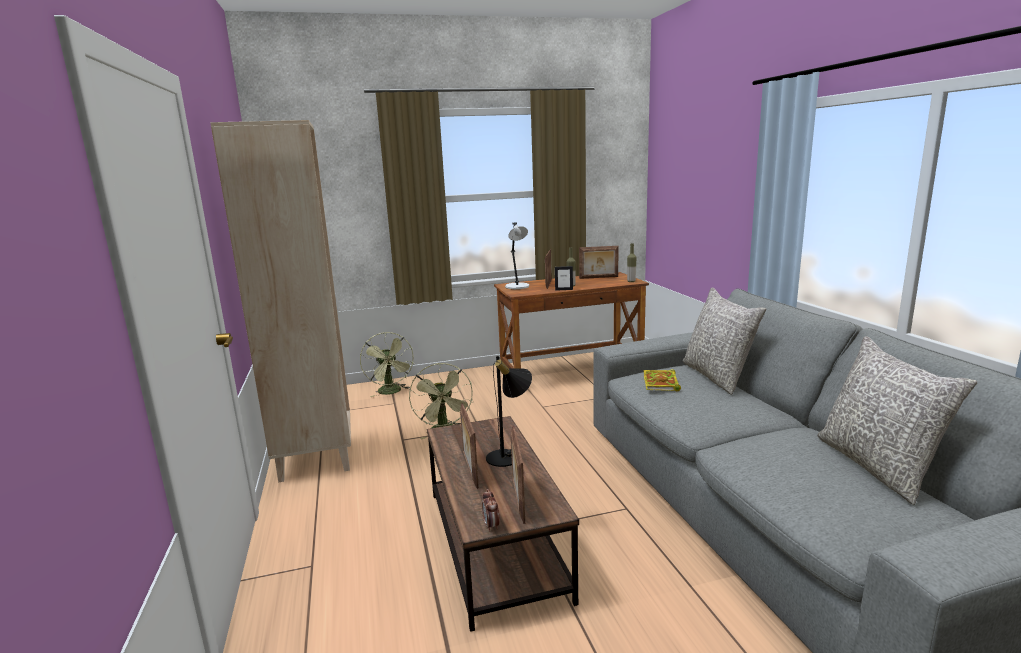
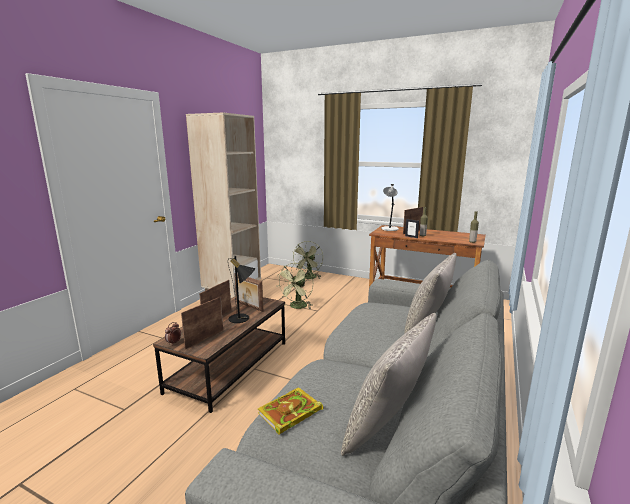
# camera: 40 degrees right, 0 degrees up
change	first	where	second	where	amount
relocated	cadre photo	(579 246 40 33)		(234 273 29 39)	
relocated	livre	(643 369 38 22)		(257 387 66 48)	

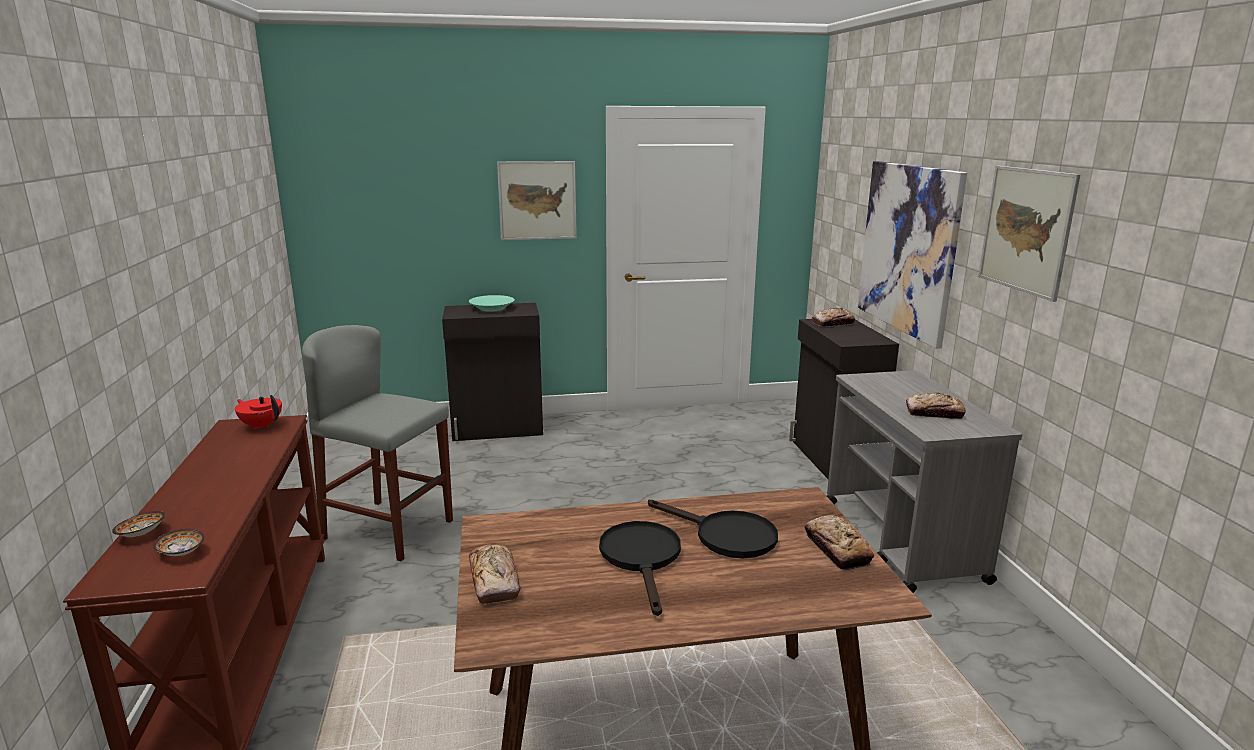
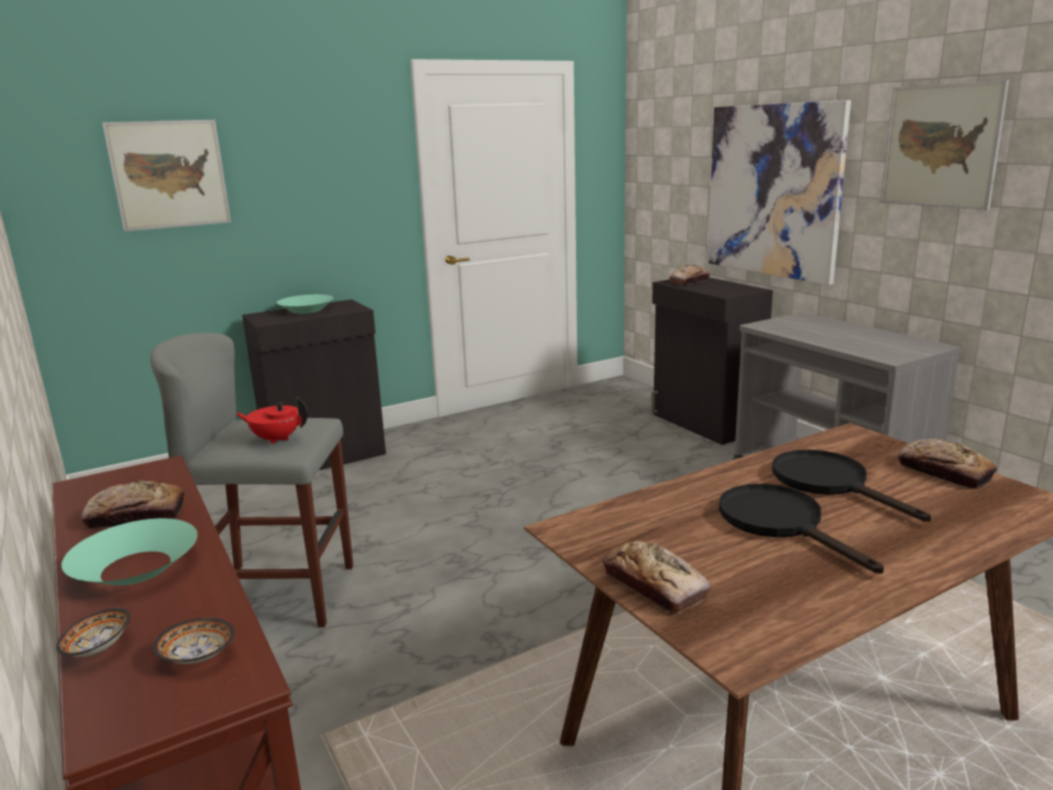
# camera: 20 degrees left, 0 degrees up
change	first	where	second	where	amount
appeared			bol (turquoise)	(62 518 136 68)	
relocated	théière (rouge)	(235 395 47 35)		(235 397 73 47)	
relocated	tableau	(497 161 80 79)		(102 120 129 112)	
relocated	pain	(906 393 60 26)		(81 481 104 48)	
spun	poêle (noir)	(648 500 130 58)		(772 450 159 72)	135 degrees counterclockwise

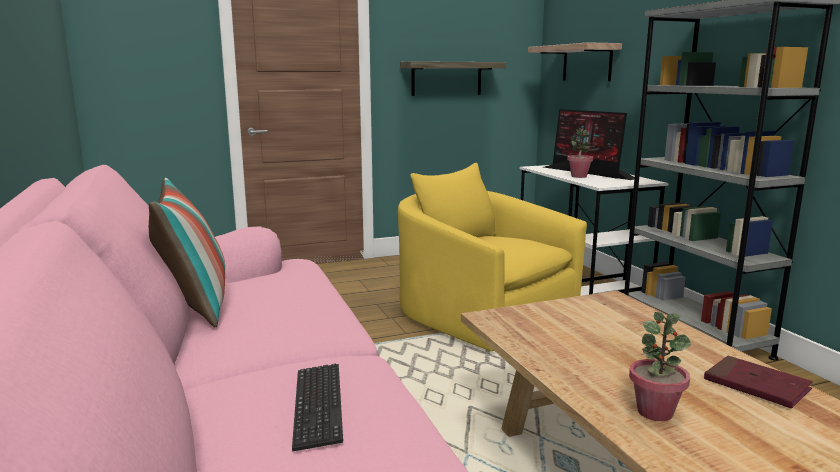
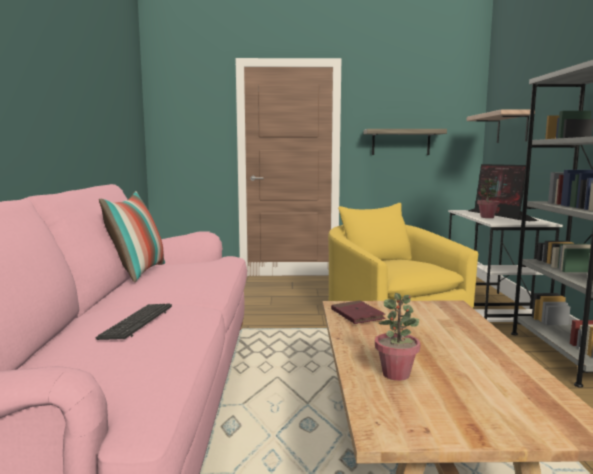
# camera: 20 degrees right, 5 degrees down
change	first	where	second	where	amount
relocated	livre (rouge)	(704 356 109 52)		(331 300 55 24)	

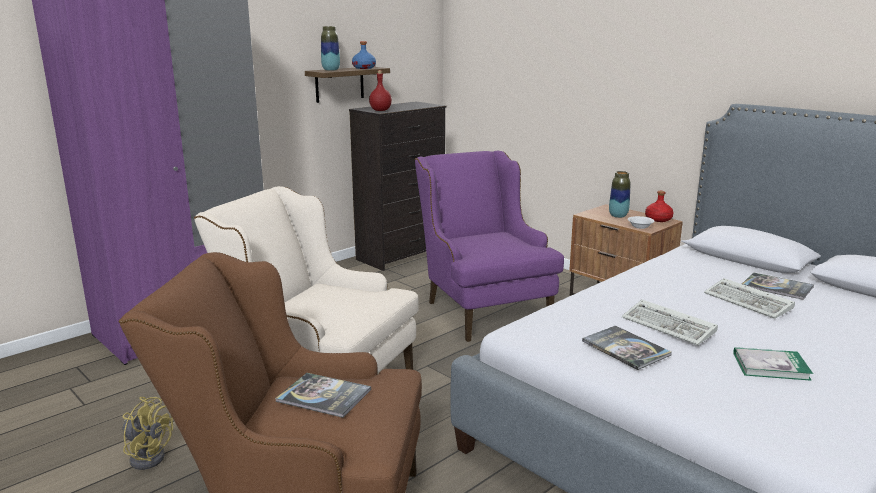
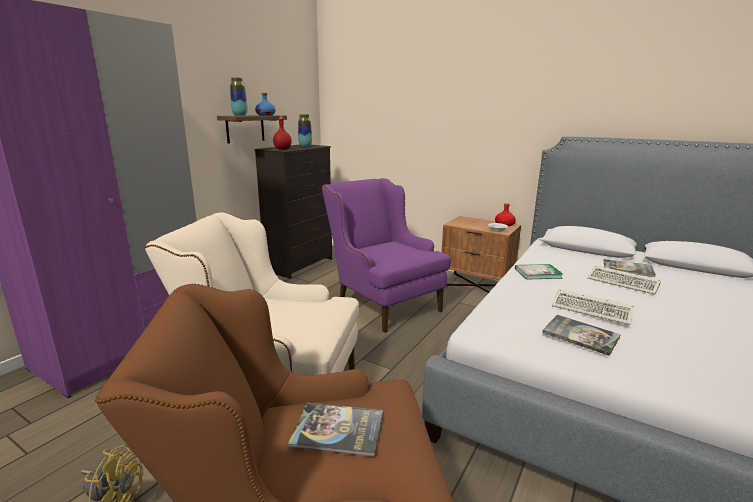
# camera: 15 degrees left, 0 degrees up
change	first	where	second	where	amount
relocated	vase	(609 171 22 47)		(298 114 14 33)	
relocated	livre	(733 347 80 34)		(515 264 48 16)	

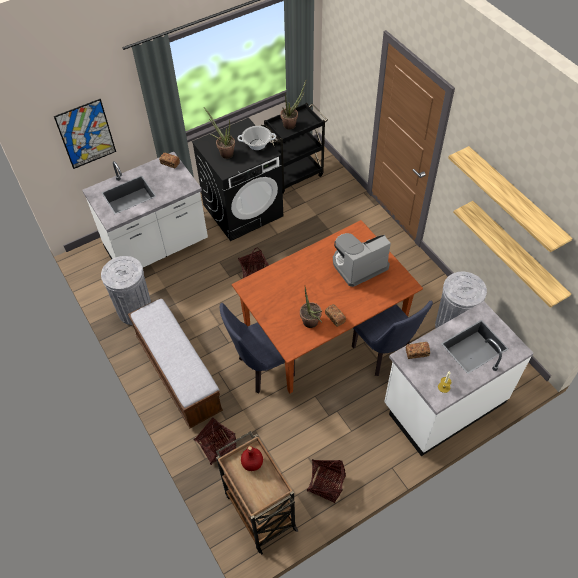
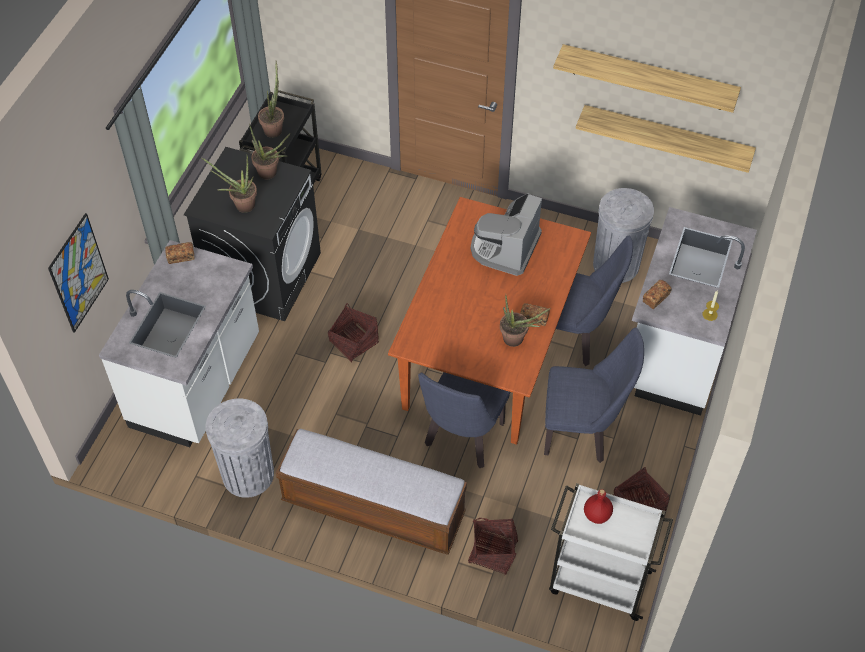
# camera: 40 degrees left, 0 degrees up
change	first	where	second	where	amount
appeared			chaise (bleu)	(544 327 100 136)	
exchanged	marmite	(237 126 39 24)	plante en pot	(249 124 41 55)	
colour	chariot (marron)	(216 431 82 124)	chariot (blanc)	(549 483 124 138)	

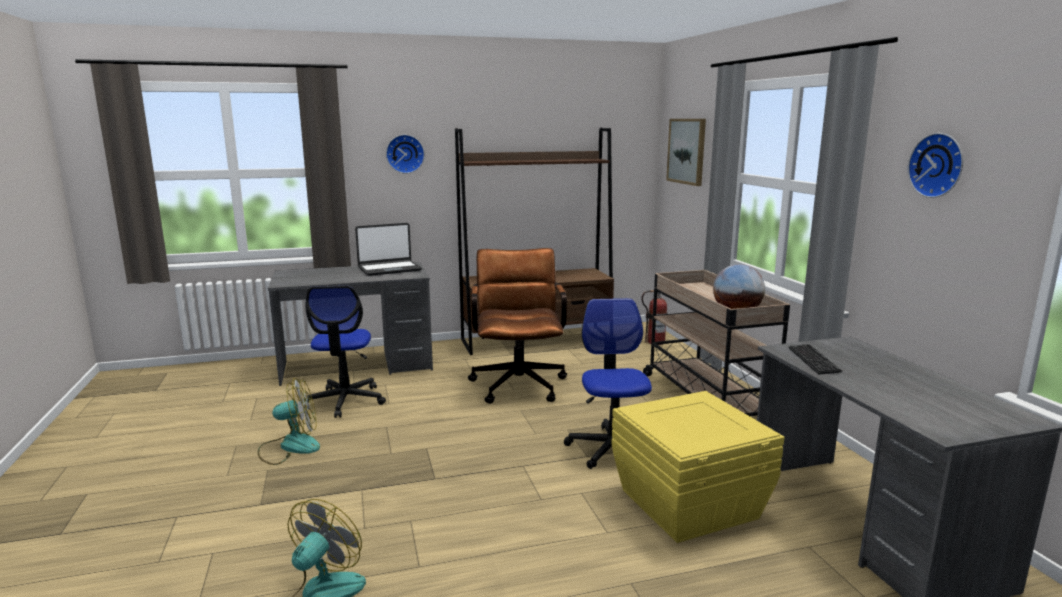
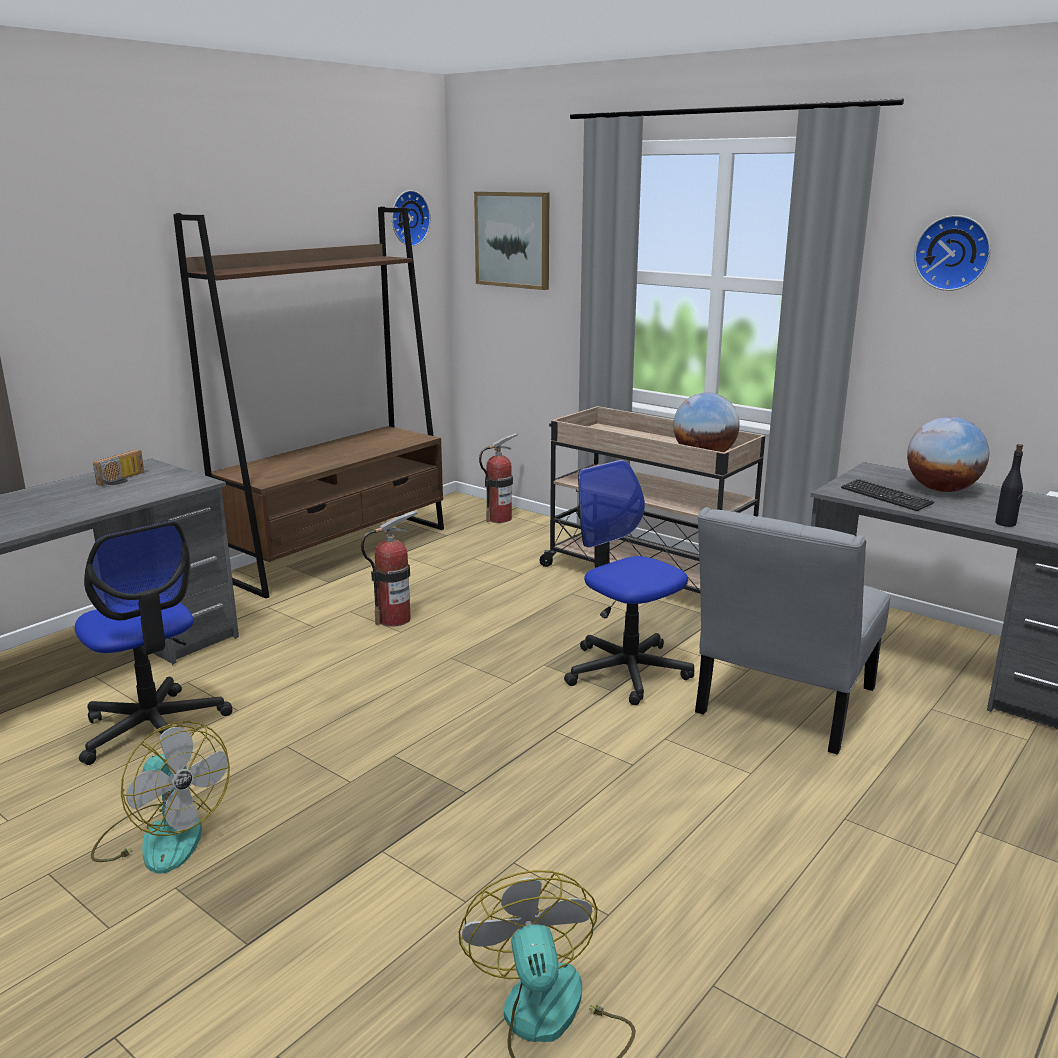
# camera: 35 degrees left, 5 degrees up
change	first	where	second	where	amount
appeared			globe	(907 417 82 75)	
appeared			bouteille (noir)	(995 444 28 83)	
relocated	horloge murale	(386 135 39 39)		(392 190 38 56)	
exchanged	ordinateur portable	(355 223 67 53)	radio	(93 449 51 37)	
exchanged	chaise de bureau (marron)	(468 248 99 156)	extincteur	(361 511 57 116)	
exchanged	boîte de rangement (jaune)	(611 391 173 152)	chaise (gris)	(695 507 195 248)	
spun	ventilateur	(258 378 62 87)		(91 721 139 153)	90 degrees clockwise

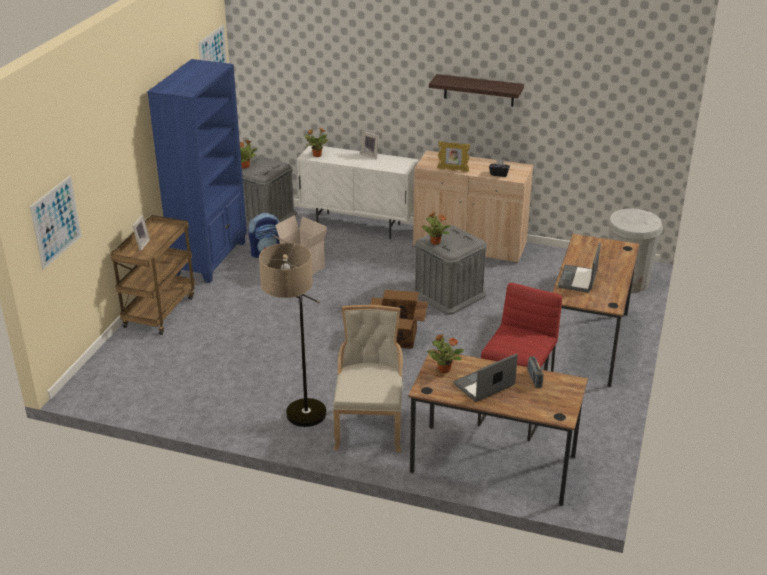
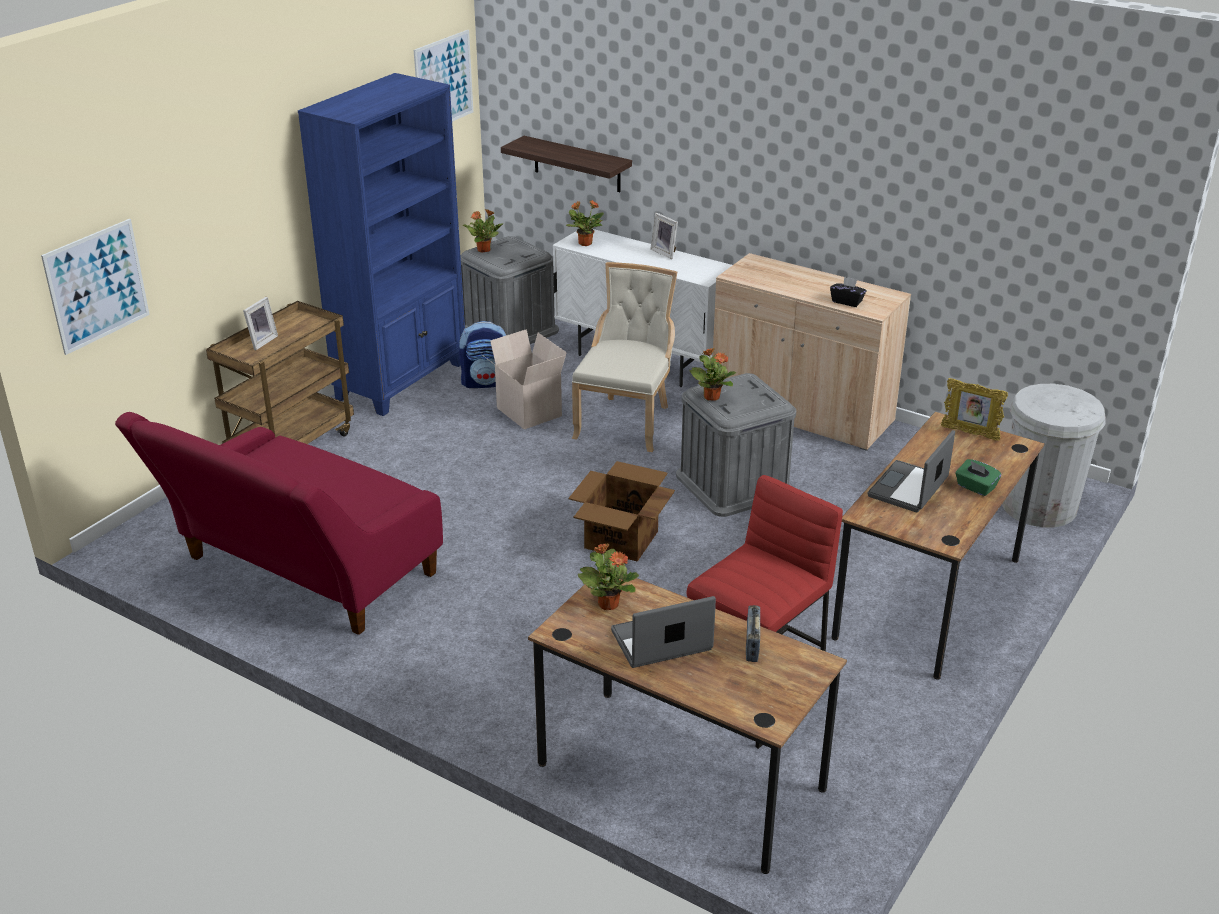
# camera: 15 degrees right, 0 degrees up
change	first	where	second	where	amount
missing	lampadaire	(259 243 67 184)			
appeared			canapé (rouge)	(115 412 328 223)	
appeared			boîte à mouchoirs (vert)	(955 459 46 37)	
relocated	chaise (beige)	(333 305 70 147)		(572 262 105 190)	
relocated	étagère	(429 74 95 33)		(501 136 131 56)	
relocated	cadre photo	(437 141 33 31)		(941 378 67 63)	

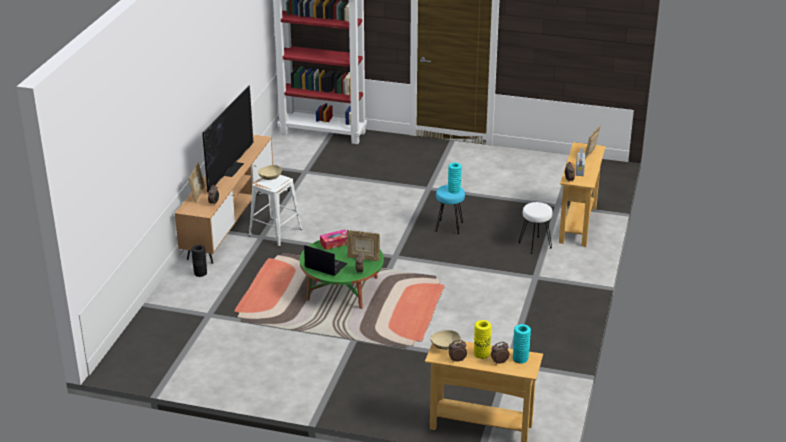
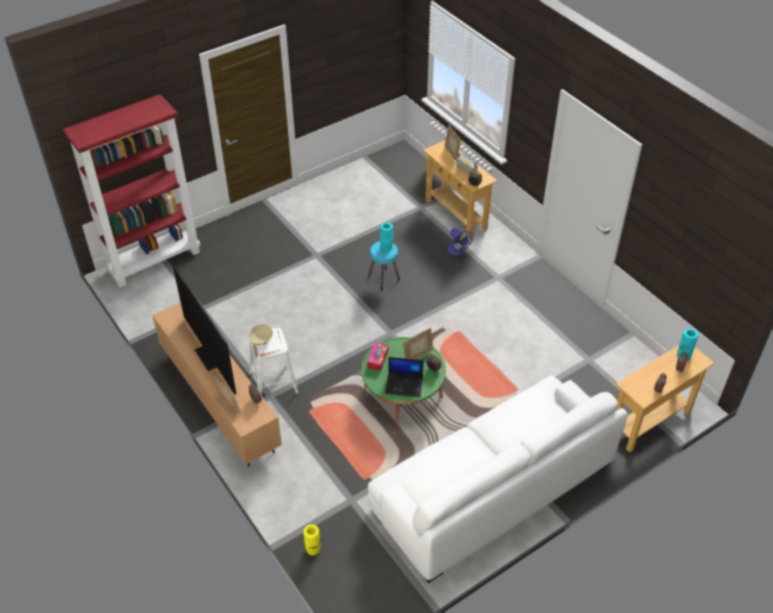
# camera: 50 degrees left, 15 degrees up
change	first	where	second	where	amount
missing	vase (noir)	(191 245 16 32)			
missing	bol (beige)	(431 330 30 20)			
appeared			canapé (blanc)	(367 376 261 207)	
relocated	vase (jaune)	(474 320 17 39)		(303 524 17 31)	
exchanged	tabouret (blanc)	(518 202 35 52)	ventilateur	(447 228 26 28)	
spun	ordinateur portable	(304 245 44 31)		(385 357 39 40)	150 degrees counterclockwise

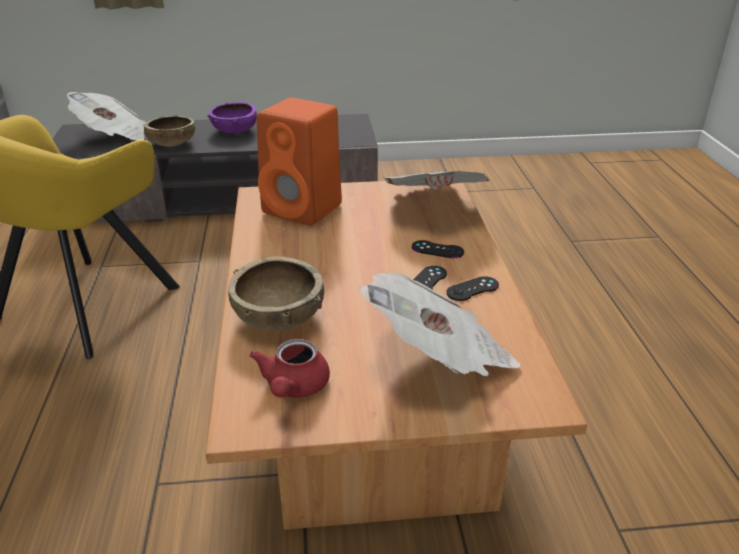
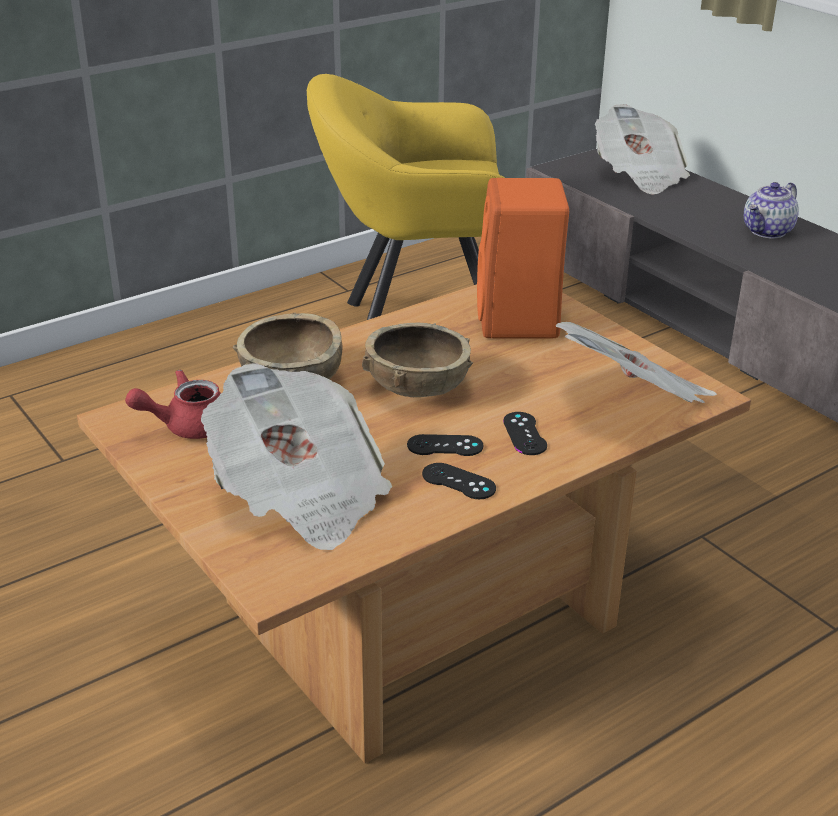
# camera: 60 degrees right, 0 degrees up
change	first	where	second	where	amount
relocated	bol (marron)	(144 116 51 31)		(362 323 111 74)	
exchanged	bol (violet)	(207 102 50 31)	théière	(744 182 55 56)	

